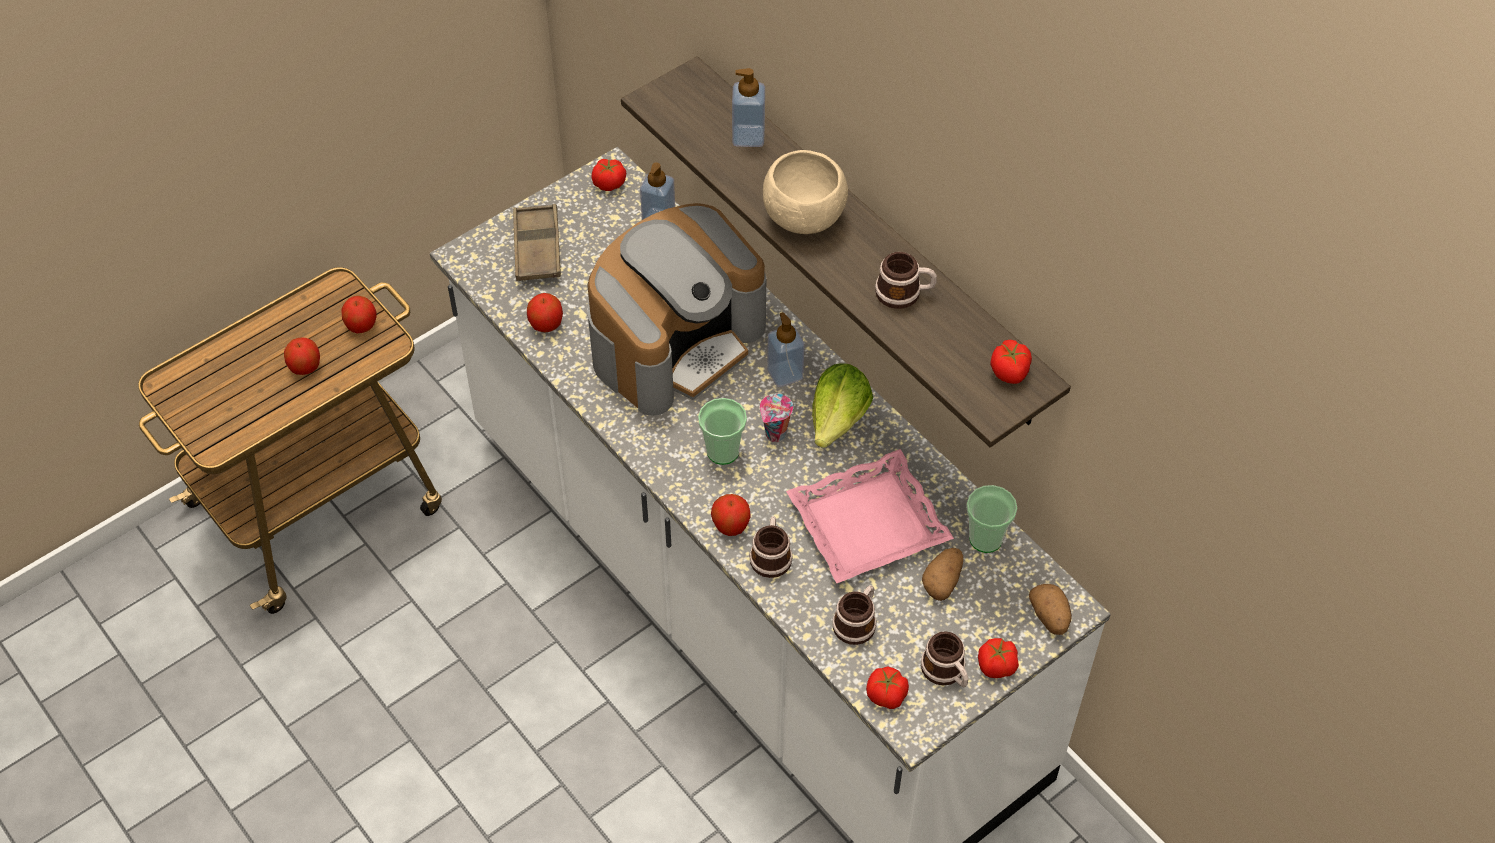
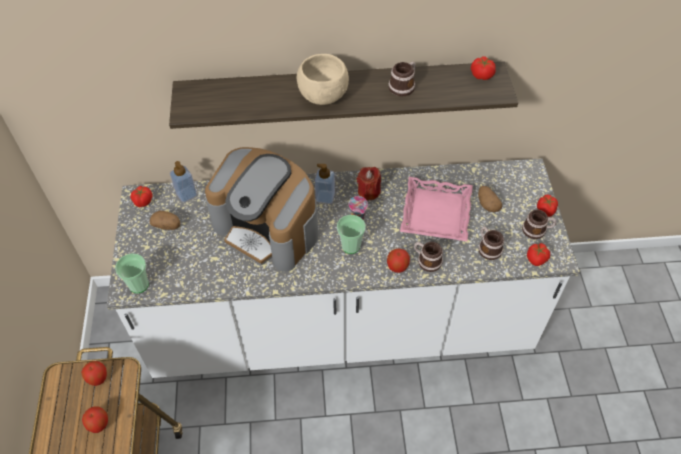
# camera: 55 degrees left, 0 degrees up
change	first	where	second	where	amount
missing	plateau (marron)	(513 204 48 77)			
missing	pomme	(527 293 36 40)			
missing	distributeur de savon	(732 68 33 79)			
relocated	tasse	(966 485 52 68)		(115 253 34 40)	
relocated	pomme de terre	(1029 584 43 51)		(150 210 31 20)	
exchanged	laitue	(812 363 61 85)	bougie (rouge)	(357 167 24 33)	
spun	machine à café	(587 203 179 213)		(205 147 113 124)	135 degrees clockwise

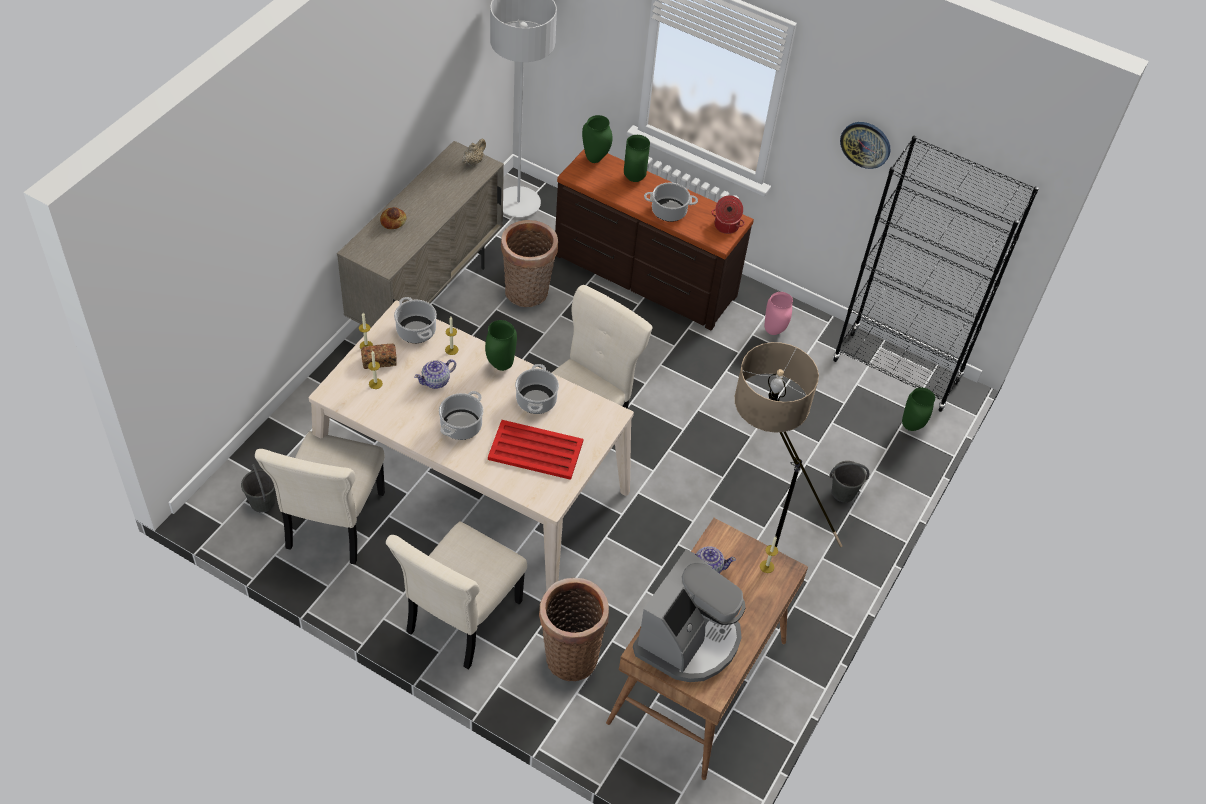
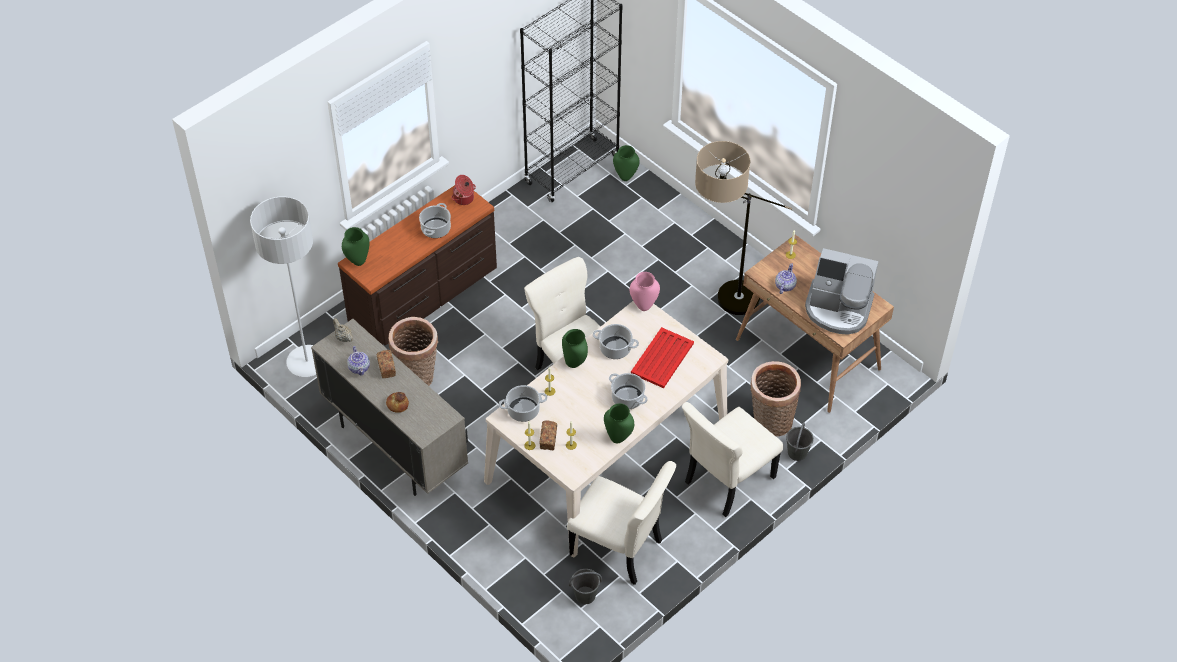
# camera: 70 degrees left, 0 degrees up
change	first	where	second	where	amount
missing	horloge murale	(840 122 50 47)			
appeared			pain	(377 350 19 28)	
relocated	théière	(414 359 42 30)		(347 346 23 29)	
relocated	vase (vert)	(624 135 26 47)		(604 403 30 40)	
relocated	vase (rose)	(764 292 29 43)		(630 272 30 39)	
relocated	seau (gris)	(829 461 41 41)		(786 422 28 39)	
spun	chaise (beige)	(386 522 141 147)		(682 402 101 115)	90 degrees clockwise
spun	machine à café	(633 549 112 133)		(805 248 73 86)	150 degrees clockwise

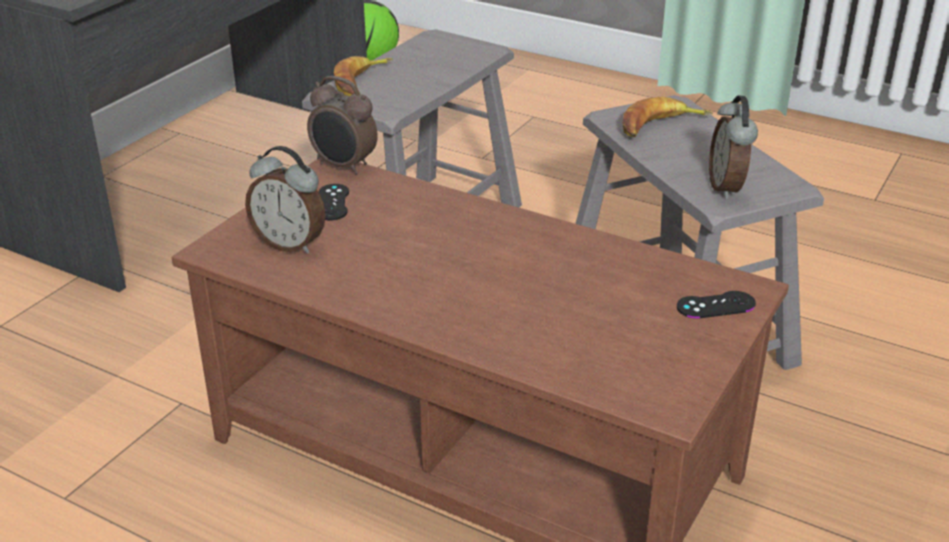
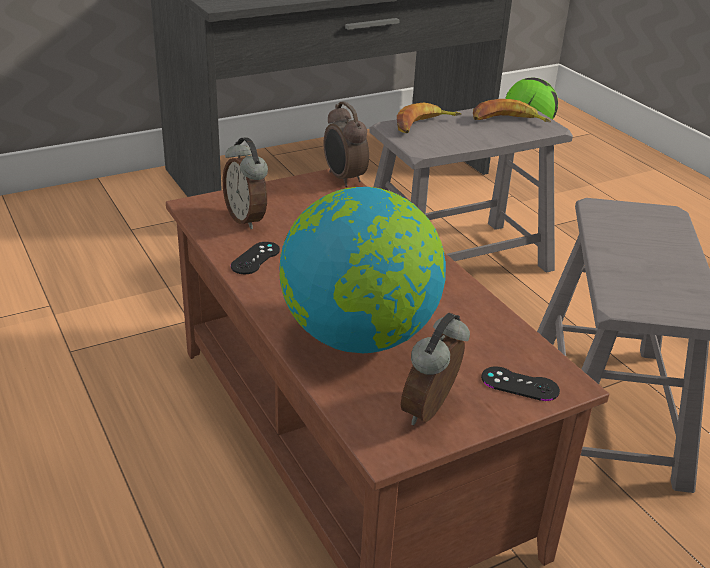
# camera: 30 degrees right, 0 degrees up
change	first	where	second	where	amount
appeared			globe	(280 187 166 166)	
relocated	manette (noir)	(319 184 30 37)		(231 242 49 32)	
relocated	banane	(623 97 90 40)		(473 99 78 23)	
relocated	réveil	(709 95 49 104)		(401 313 69 112)	

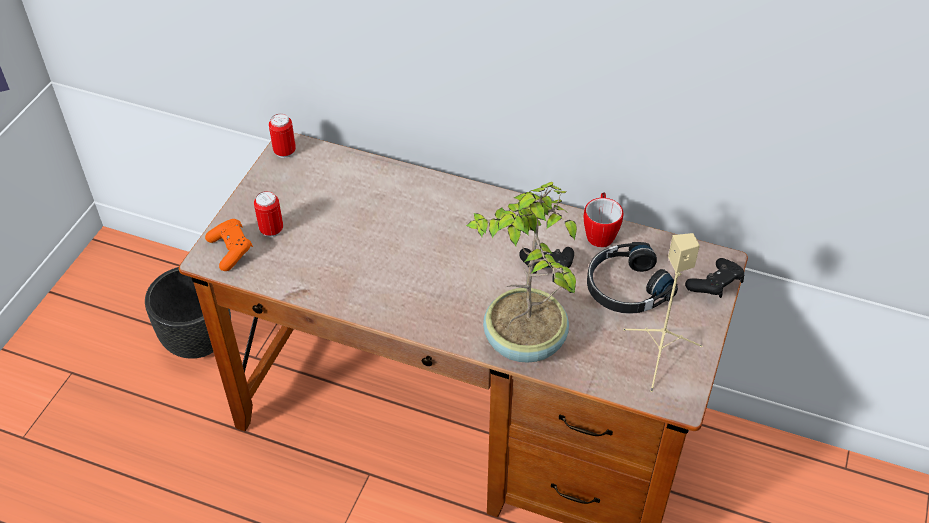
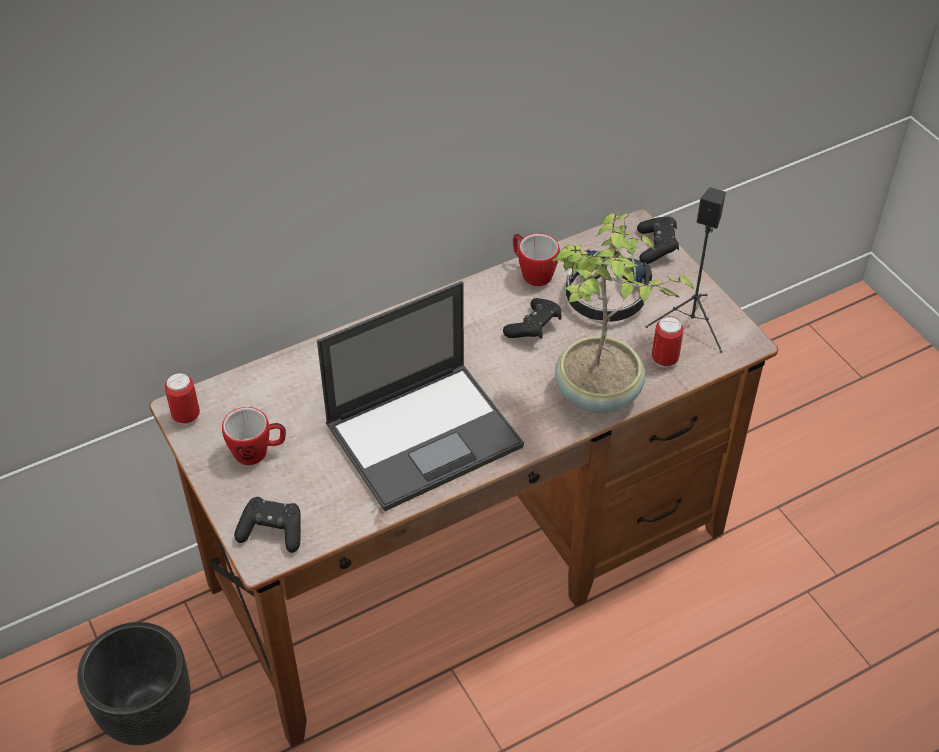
# camera: 50 degrees left, 0 degrees up
change	first	where	second	where	amount
appeared			mug	(222 407 64 58)	
appeared			ordinateur portable	(317 281 207 230)	
relocated	boîte métallique	(254 191 29 46)		(652 316 32 52)	
colour	manette (orange)	(205 219 48 52)	manette (noir)	(234 497 67 56)	
colour	enceinte (beige)	(623 233 79 159)	enceinte (noir)	(646 187 80 166)	

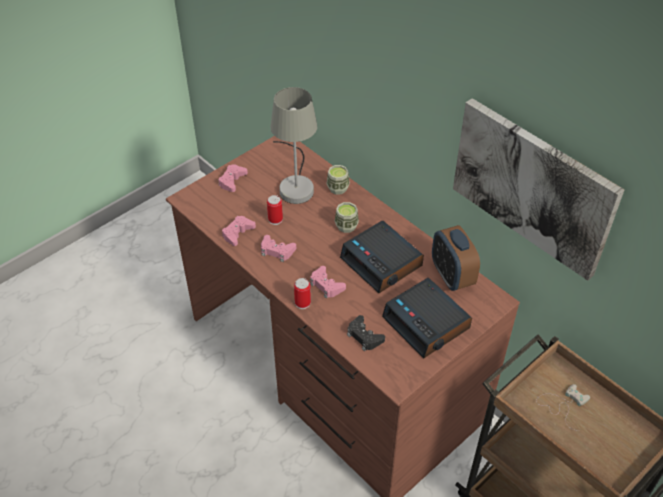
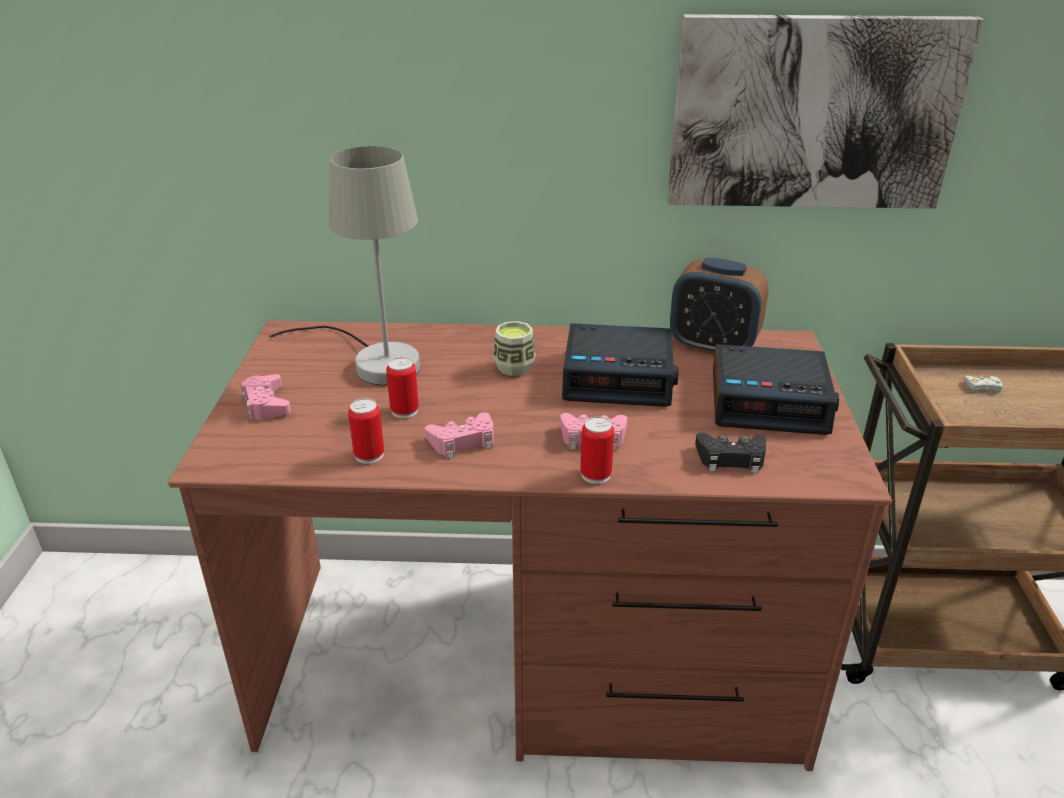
# camera: 45 degrees left, 15 degrees down
change	first	where	second	where	amount
missing	tasse	(327 165 23 30)			
exchanged	manette (rose)	(222 216 34 30)	boîte métallique	(348 398 36 66)	

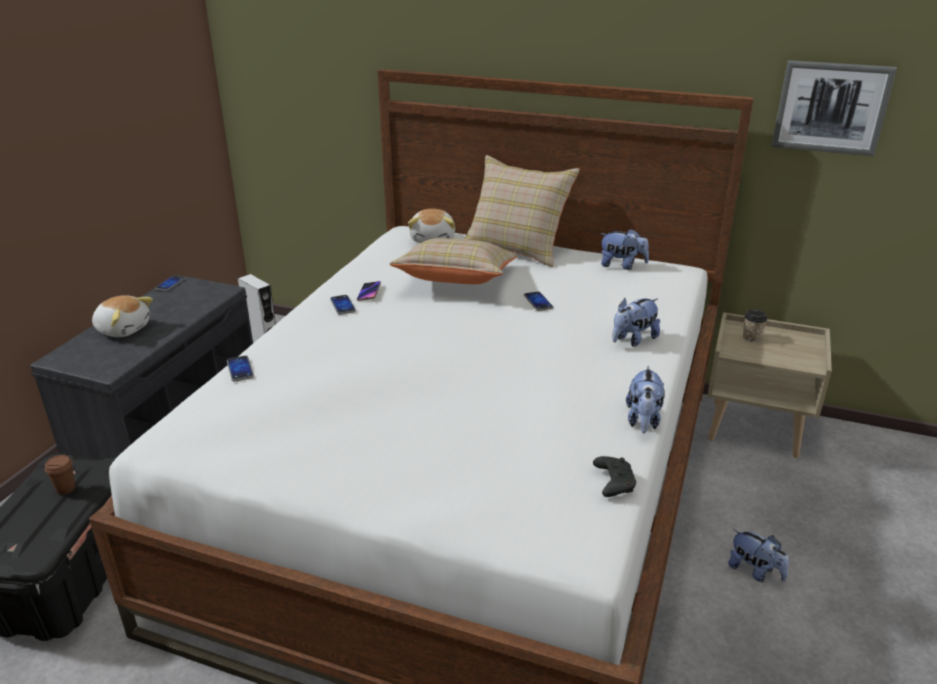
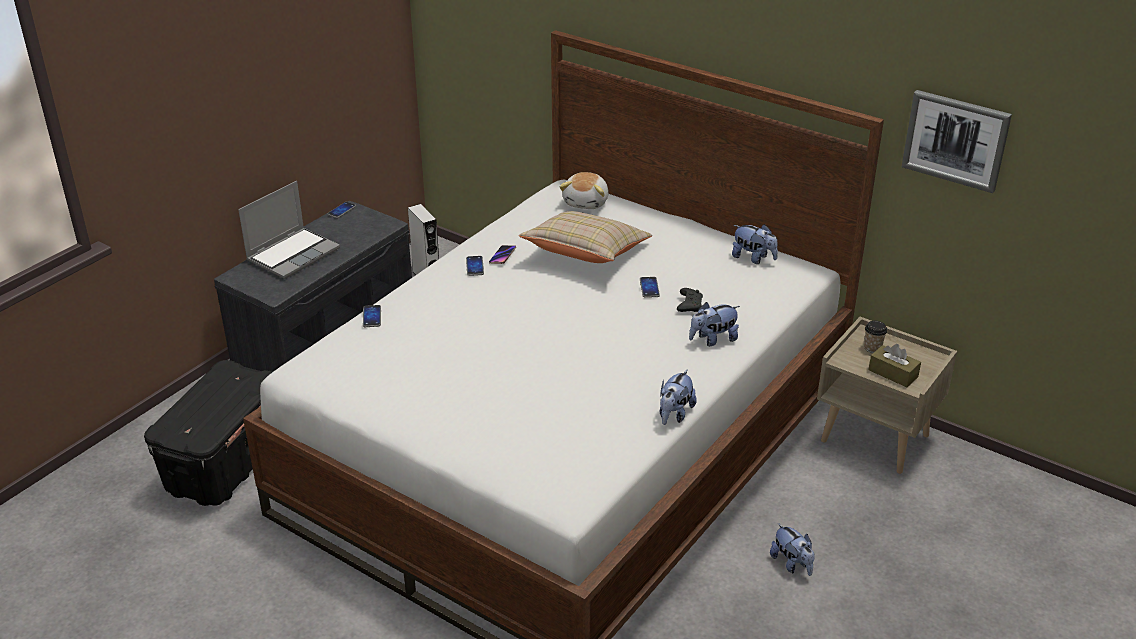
# camera: 15 degrees right, 5 degrees up
change	first	where	second	where	amount
missing	tasse (marron)	(45 455 30 40)			
missing	coussin (beige)	(464 155 116 112)			
appeared			boîte à mouchoirs (marron)	(868 344 53 43)	
relocated	manette (noir)	(593 456 43 41)		(677 288 26 24)	
exchanged	peluche	(92 295 61 42)	ordinateur portable	(238 181 102 98)	

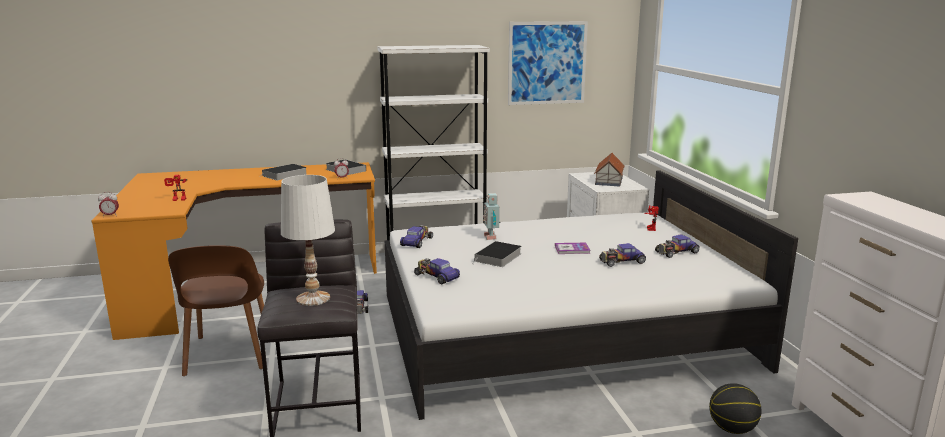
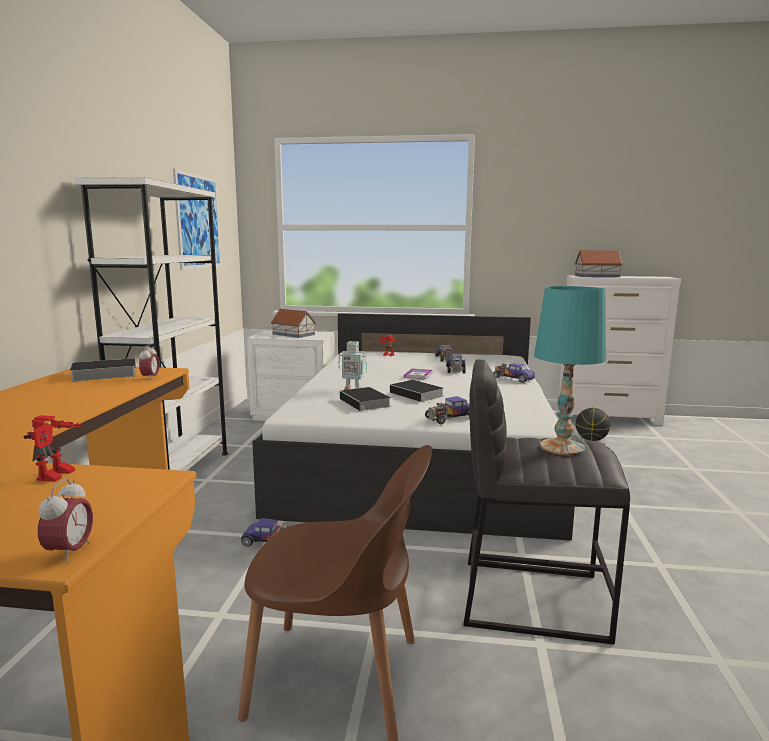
# camera: 70 degrees left, 5 degrees down
change	first	where	second	where	amount
appeared			maison miniature	(575 250 48 27)	
relocated	livre	(257 164 50 16)		(340 387 51 26)	
relocated	petite voiture	(400 225 33 23)		(493 363 42 20)	
colour	lampe de table (blanc)	(281 175 54 131)	lampe de table (turquoise)	(534 286 72 169)	

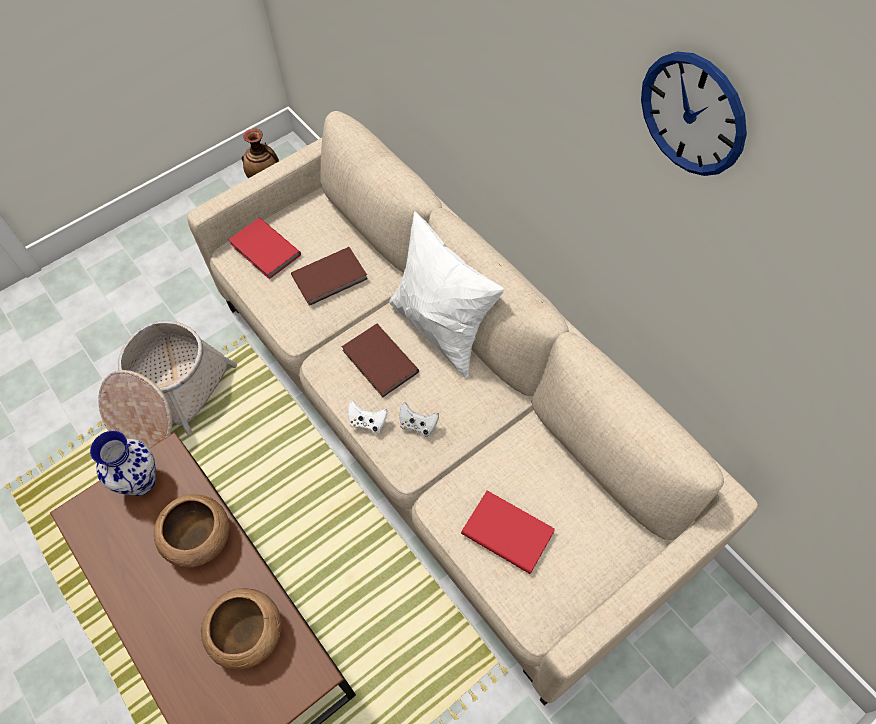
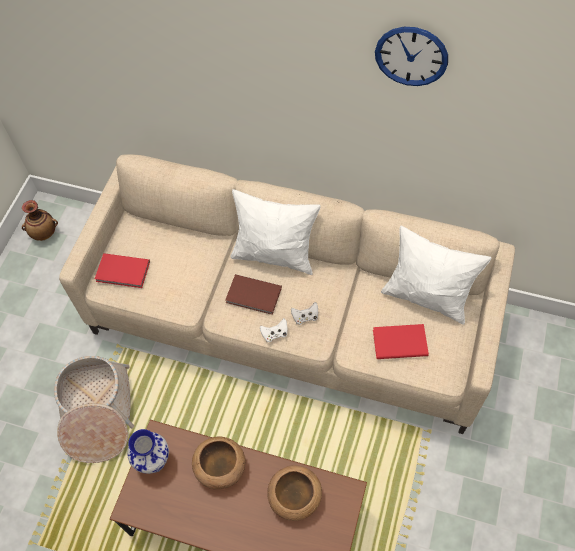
# camera: 35 degrees left, 0 degrees up
change	first	where	second	where	amount
missing	livre (marron)	(291 247 77 59)			
appeared			coussin (blanc)	(381 226 111 99)	

